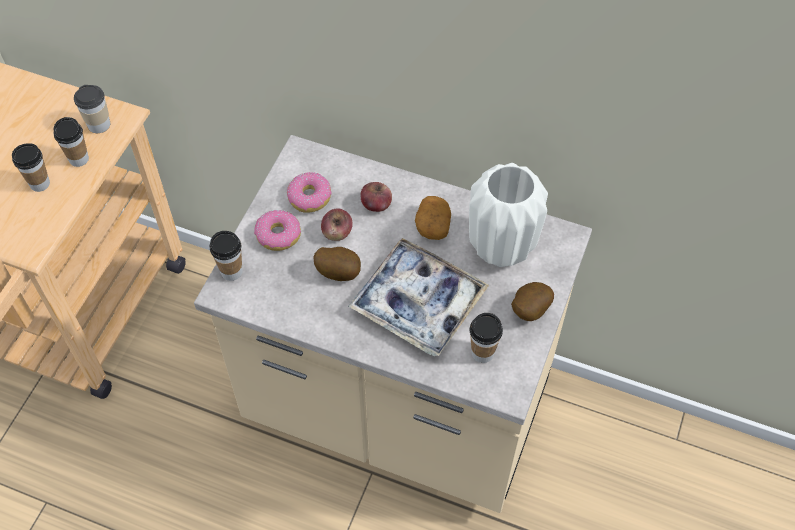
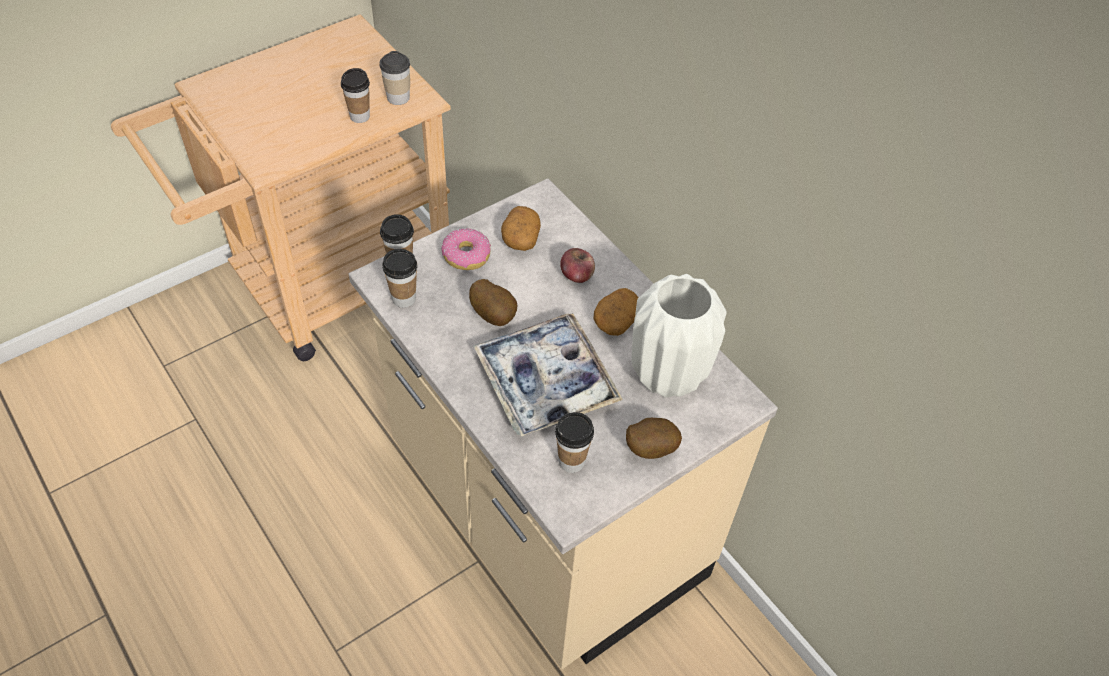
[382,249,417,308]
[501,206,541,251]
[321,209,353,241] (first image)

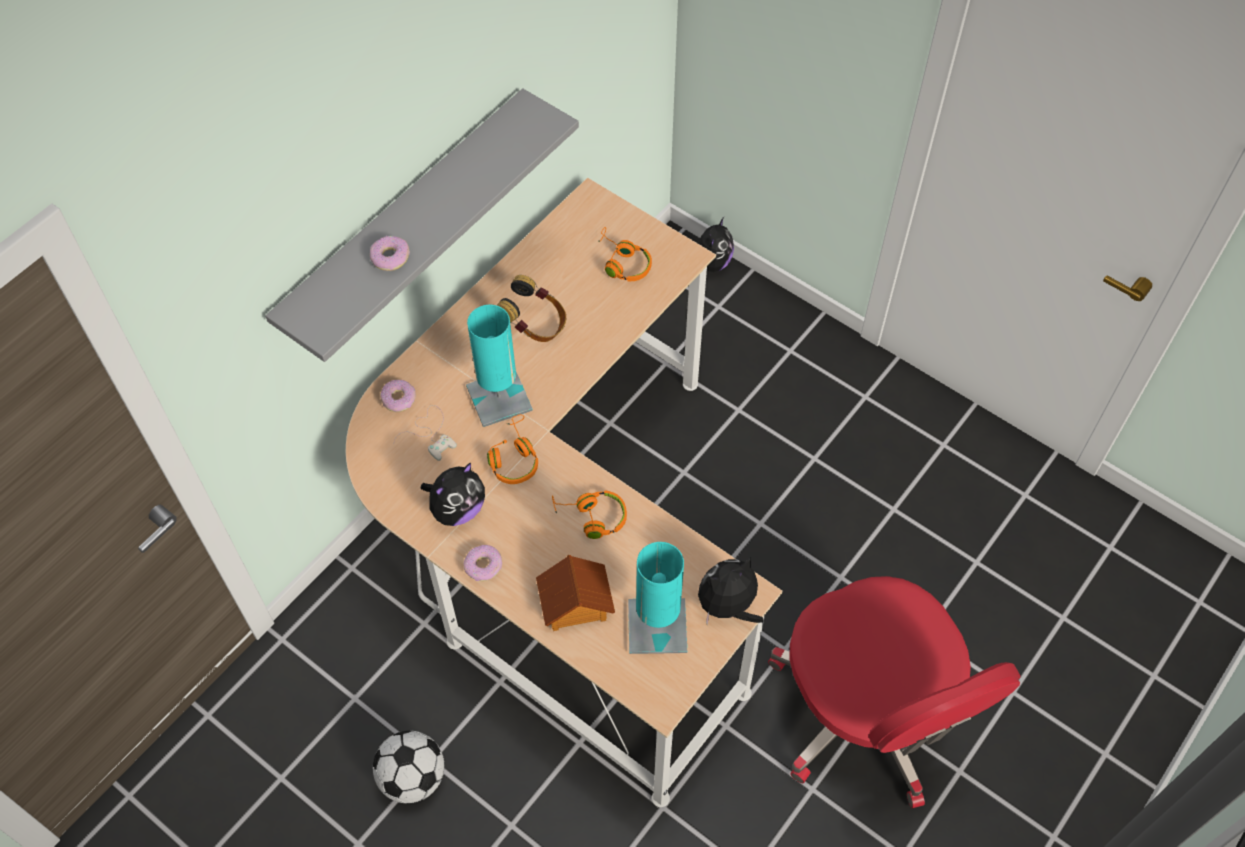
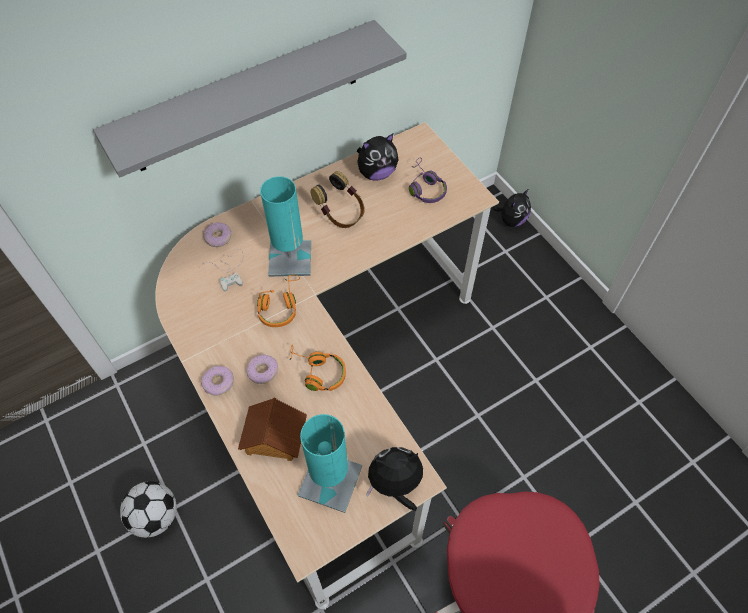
[409,157,447,203]
[246,354,278,384]
[357,134,398,181]

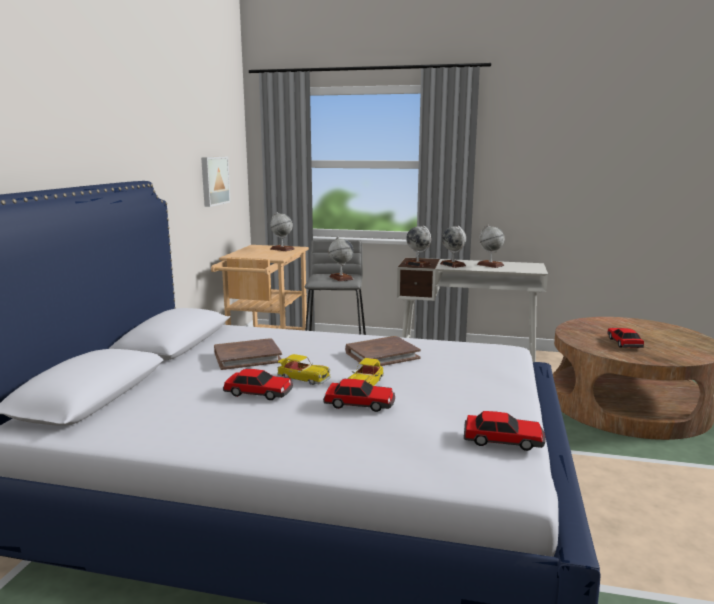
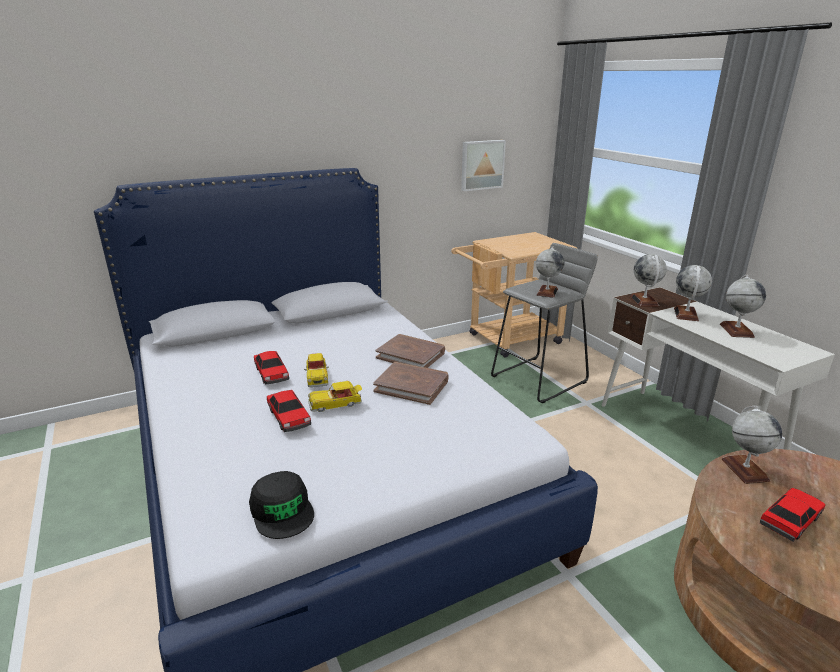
[721,406,782,484]
[375,334,445,368]
[249,471,314,539]

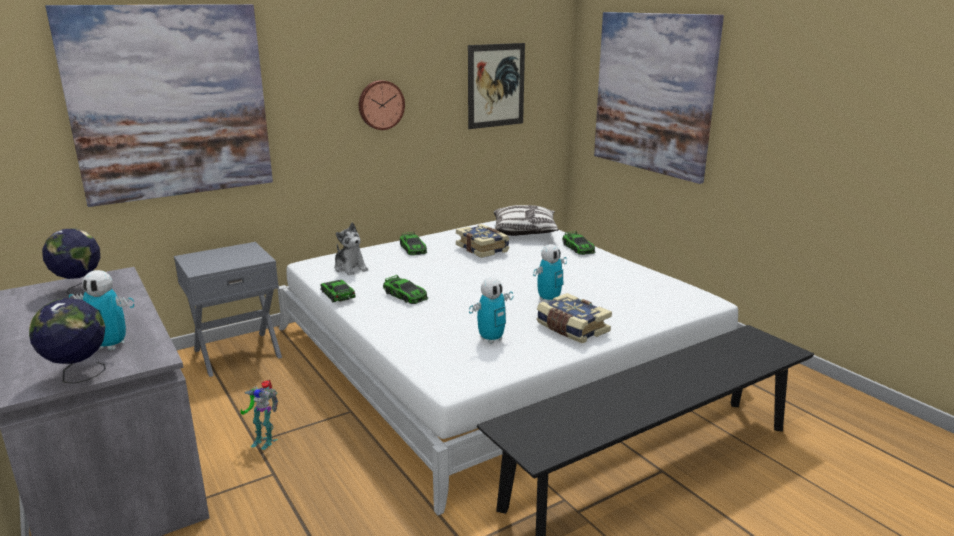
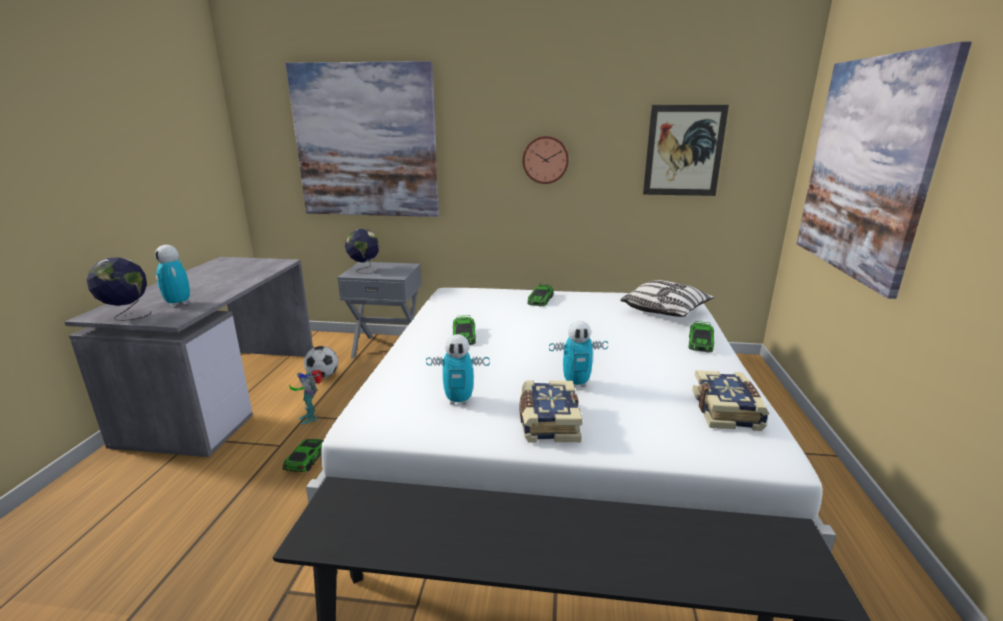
[334,223,368,275] (first image)
[692,370,769,431]
[345,229,379,274]
[282,439,323,472]
[304,346,338,379]

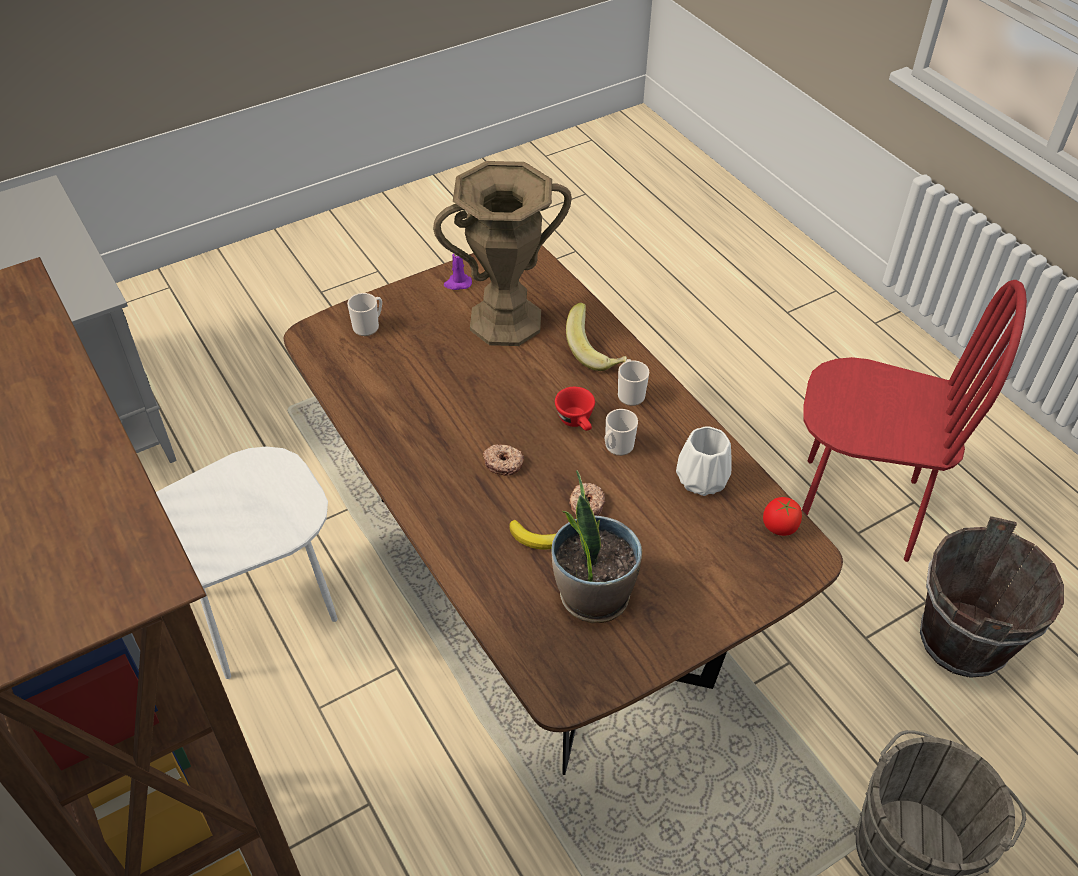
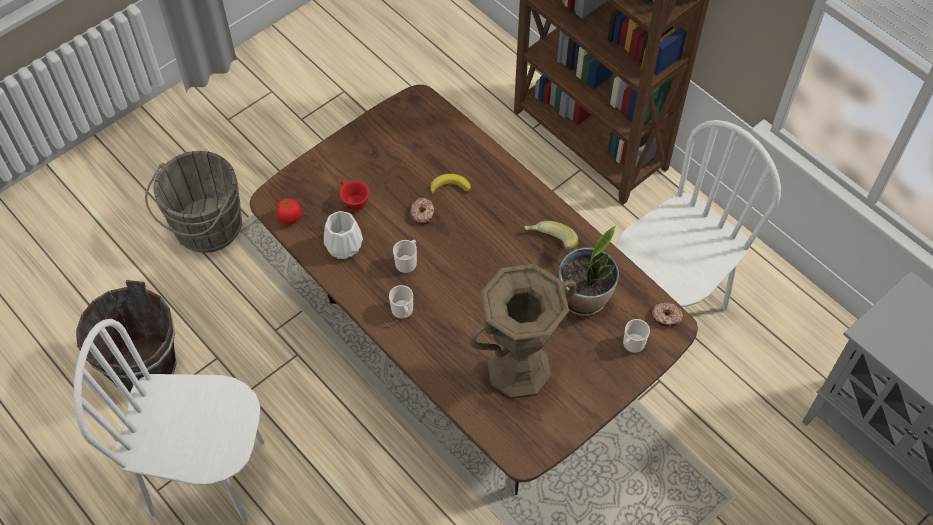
[444,253,472,290] (first image)
[73,319,264,523]
[524,221,578,251]
[339,179,369,211]
[652,302,683,326]
[558,226,619,316]

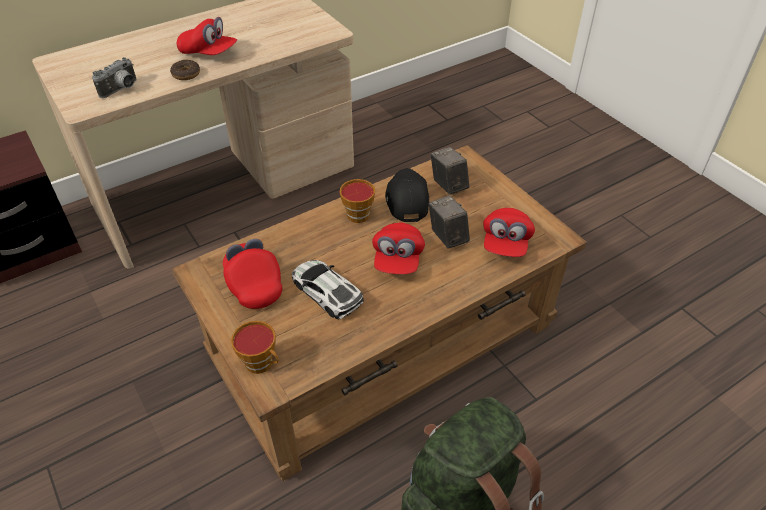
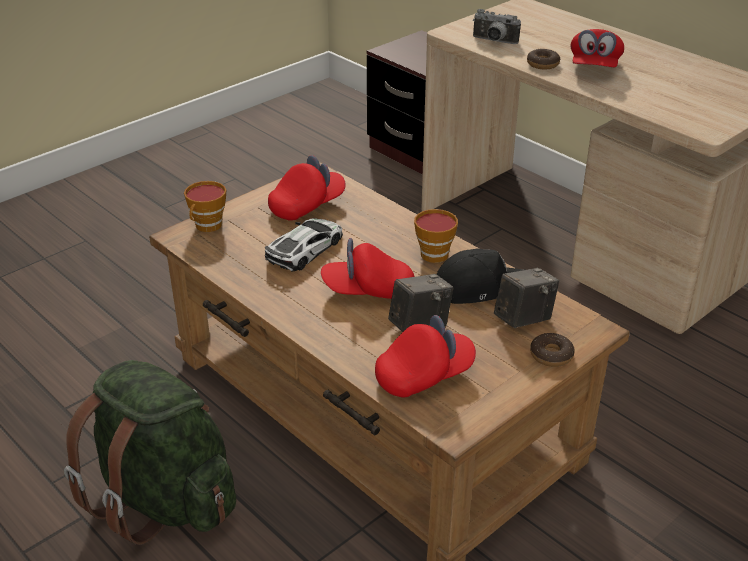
[375,315,476,397]
[530,333,575,367]

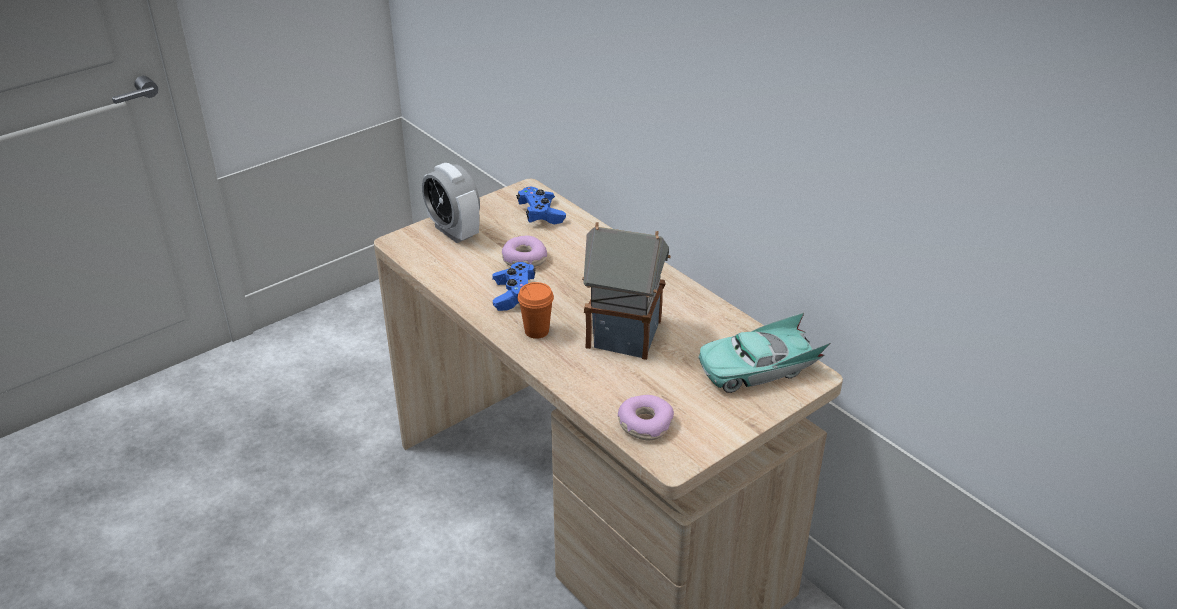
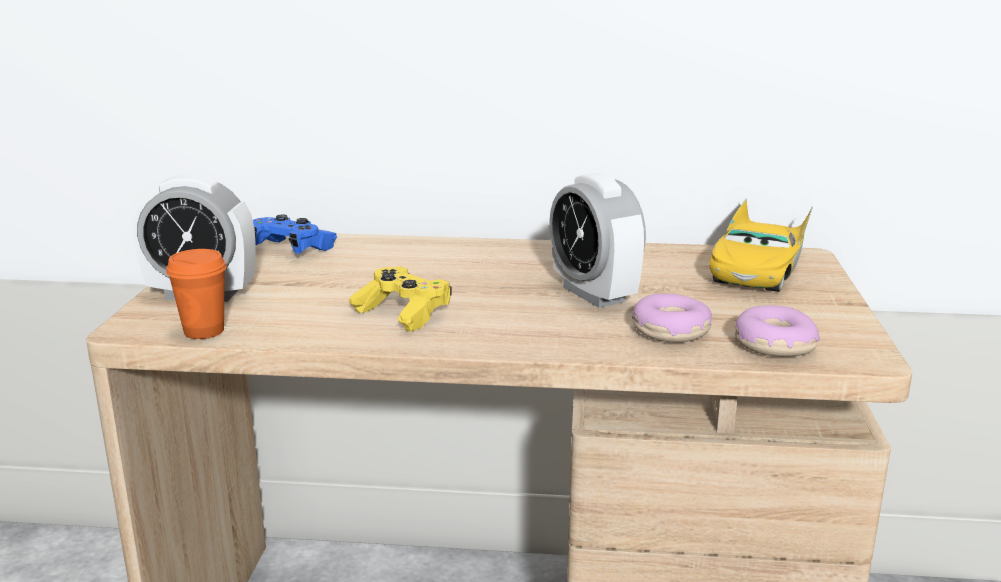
[549,173,646,308]
[632,294,712,342]
[349,266,452,332]
[166,249,227,339]
[709,199,813,292]

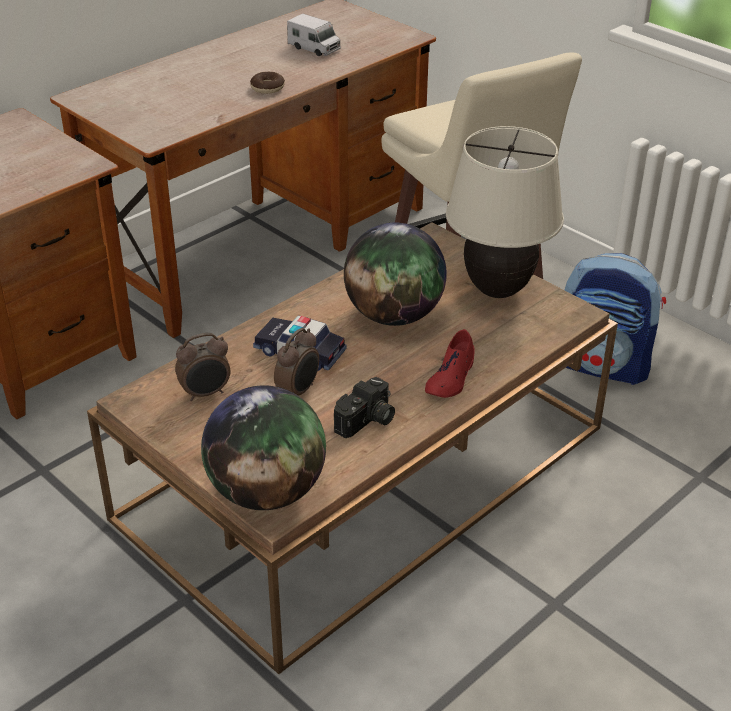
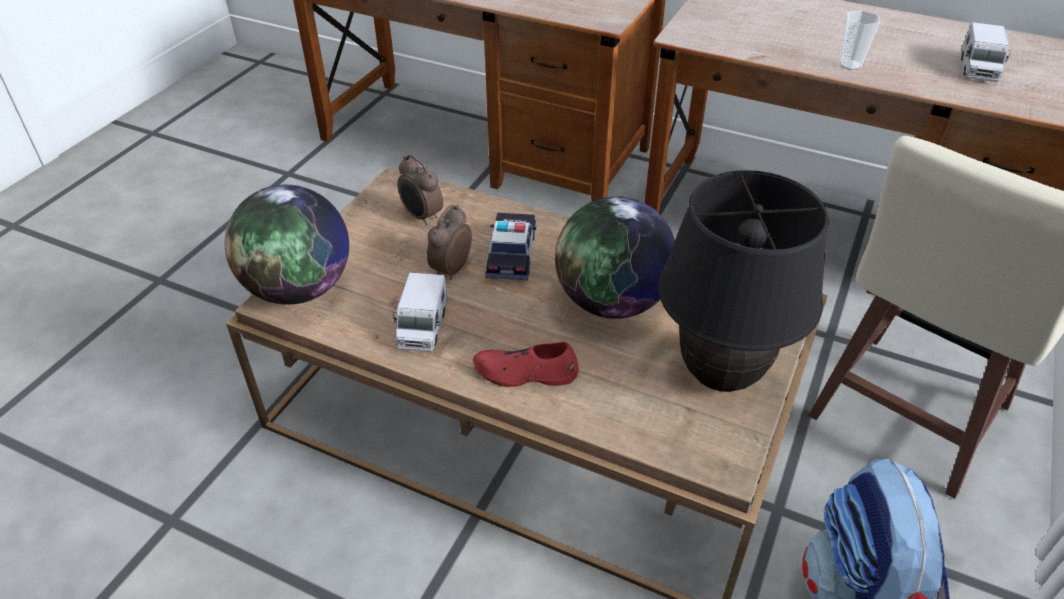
[840,10,880,70]
[658,170,829,392]
[427,205,472,280]
[393,273,448,352]

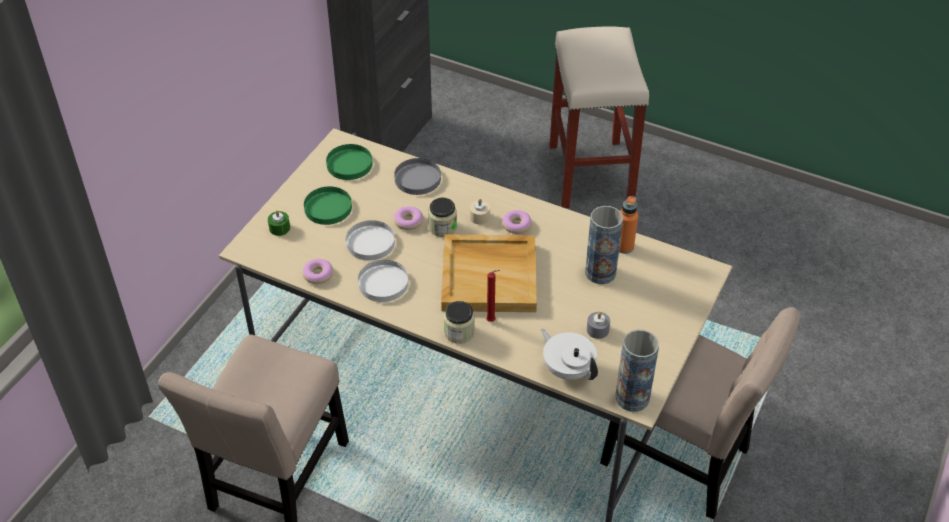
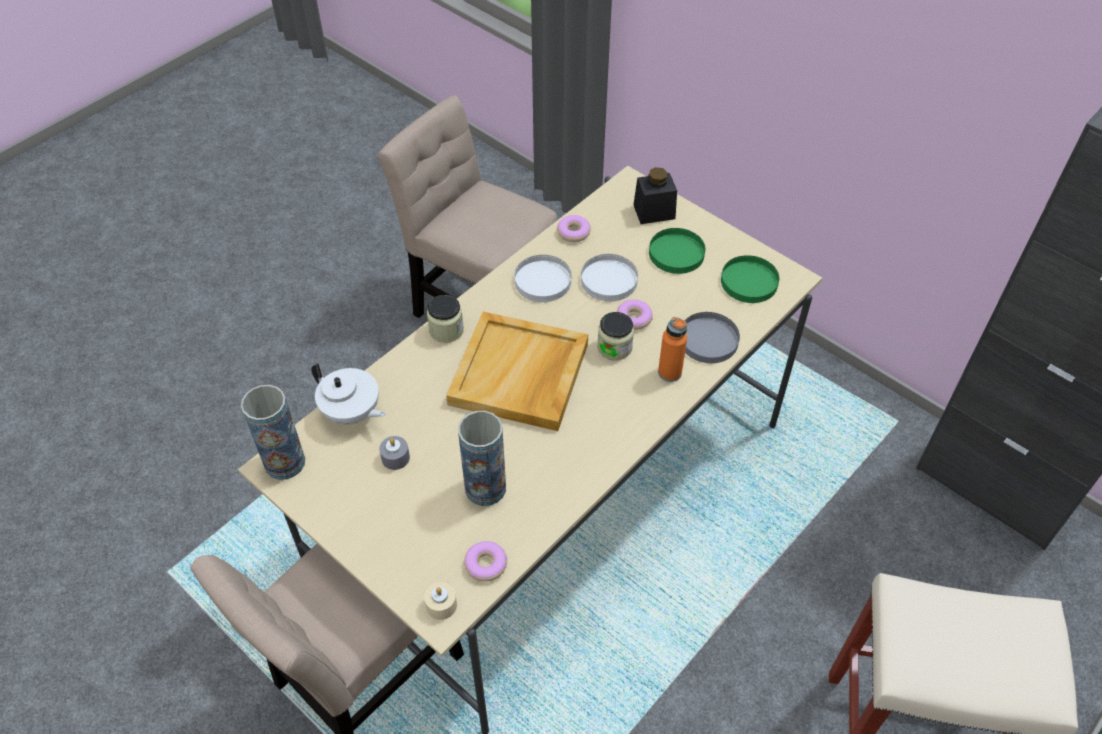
[658,317,687,382]
[424,582,457,620]
[633,167,677,224]
[464,541,507,582]
[486,270,500,322] (first image)
[311,363,386,425]

